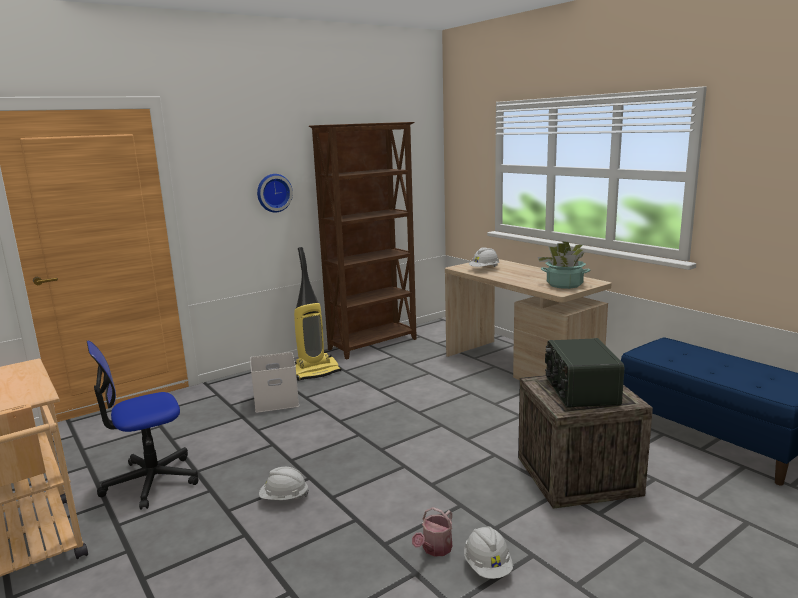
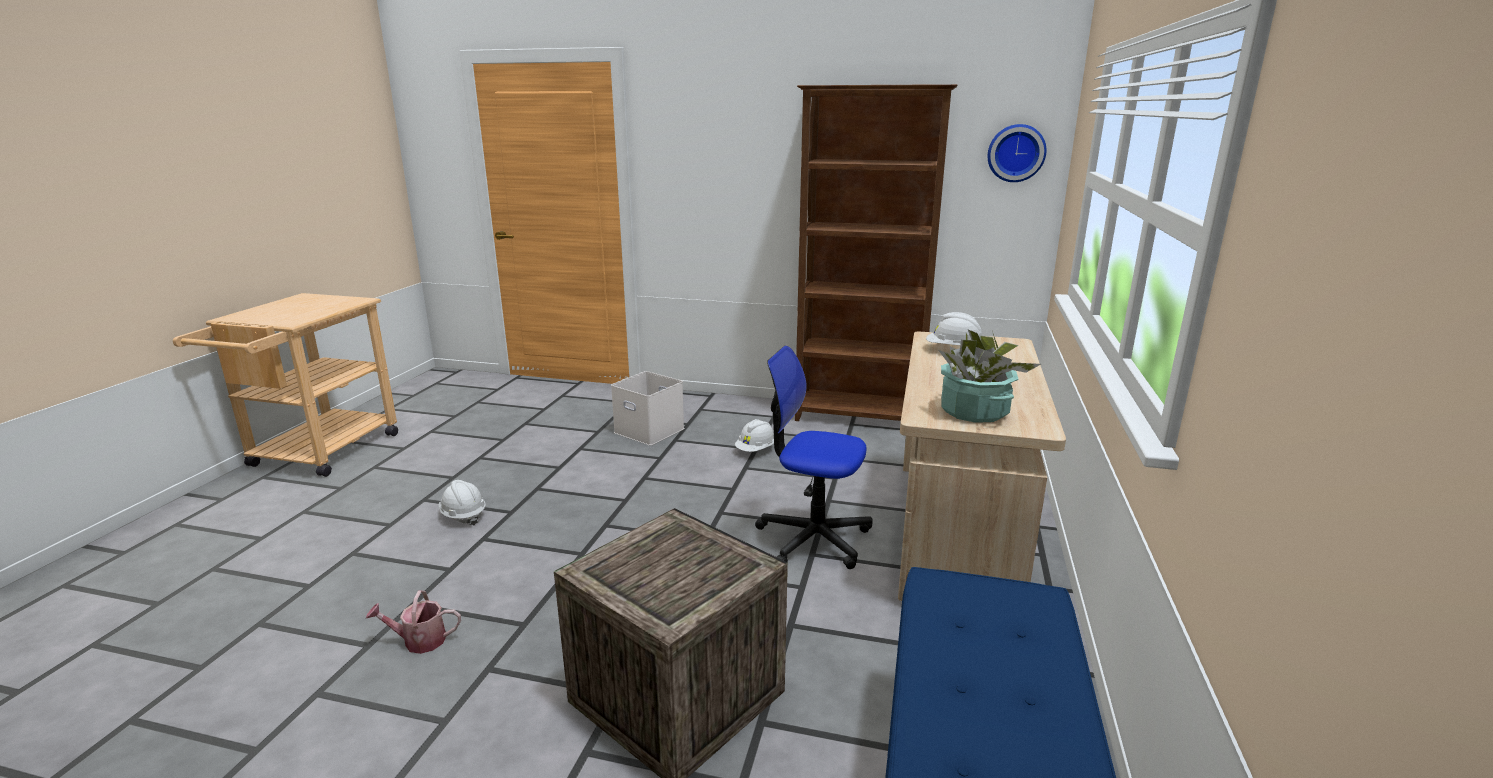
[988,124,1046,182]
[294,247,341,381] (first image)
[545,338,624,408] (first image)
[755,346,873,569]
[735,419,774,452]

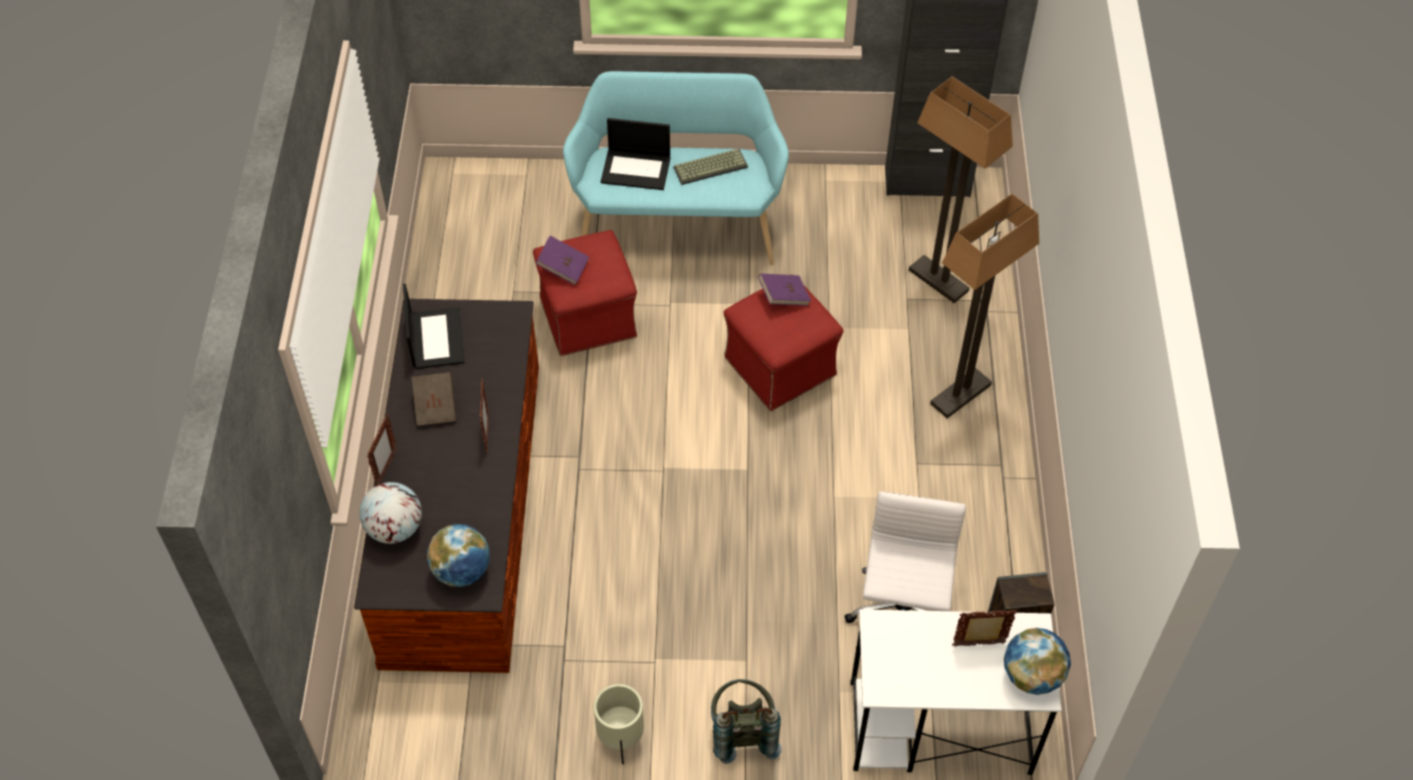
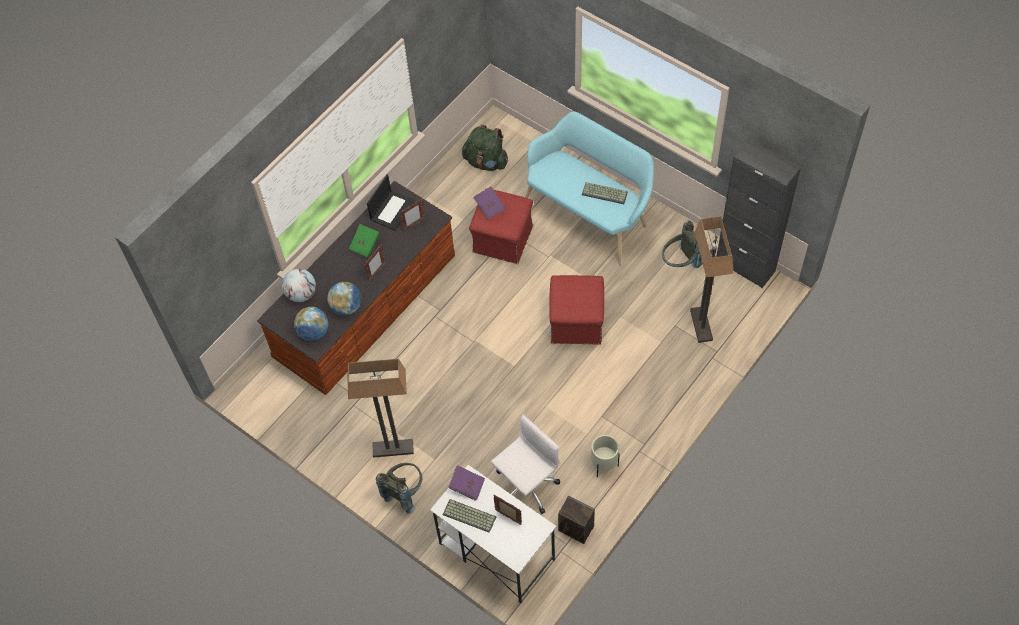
[601,118,670,190] (first image)
[347,359,414,458]
[448,465,485,501]
[349,224,380,258]
[399,199,425,232]
[327,282,361,316]
[591,435,620,478]
[462,125,508,171]
[662,221,703,268]
[442,499,496,533]

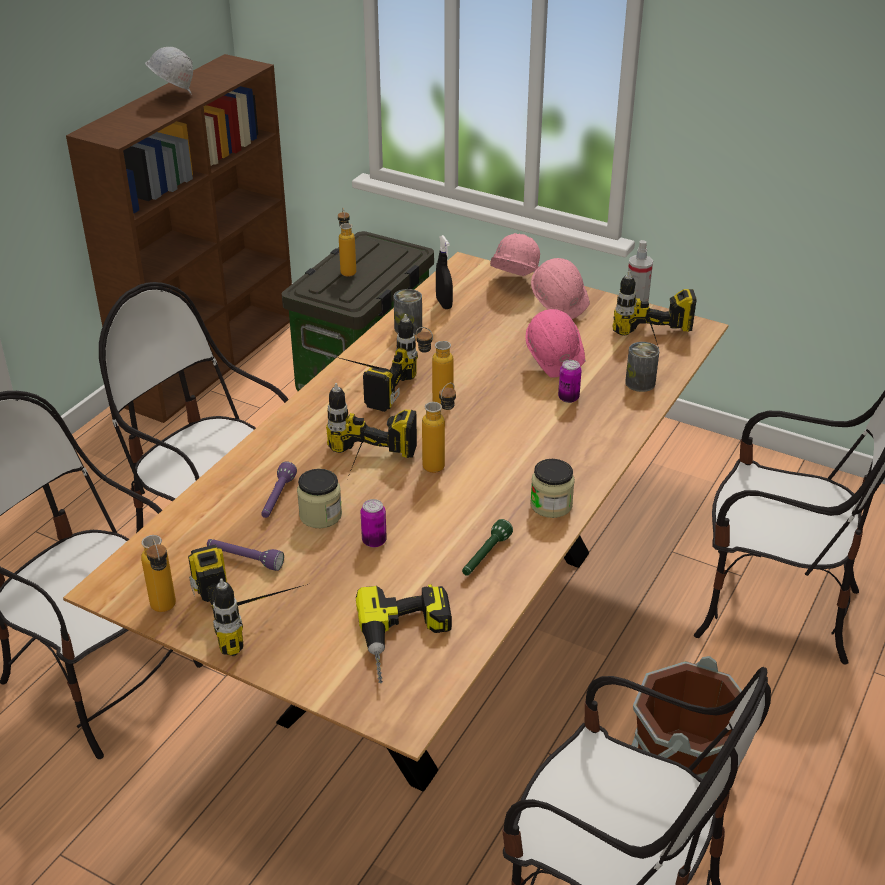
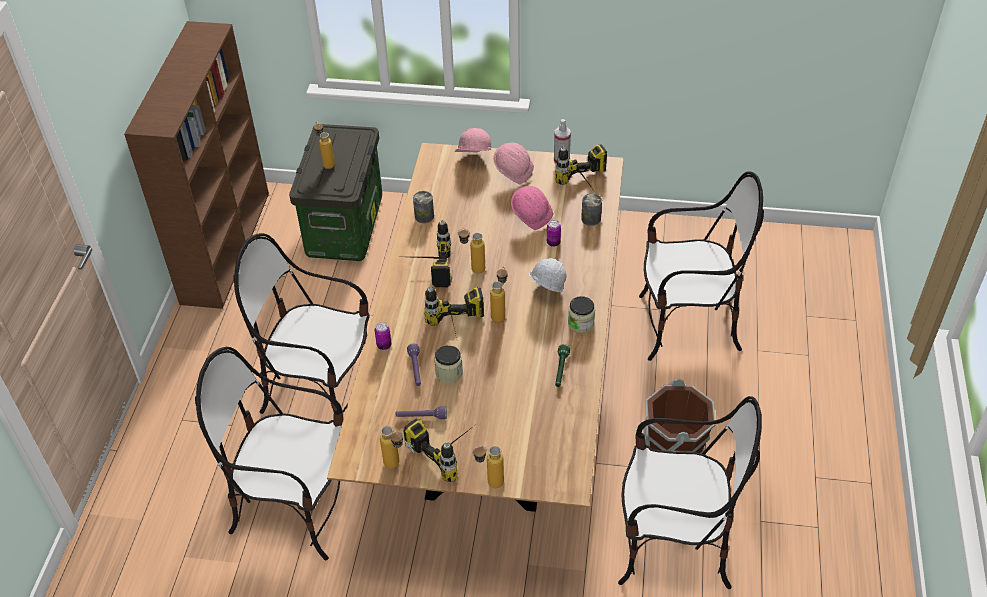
[529,258,567,292]
[436,235,453,309] (first image)
[374,322,392,350]
[356,584,452,683] (first image)
[472,446,504,488]

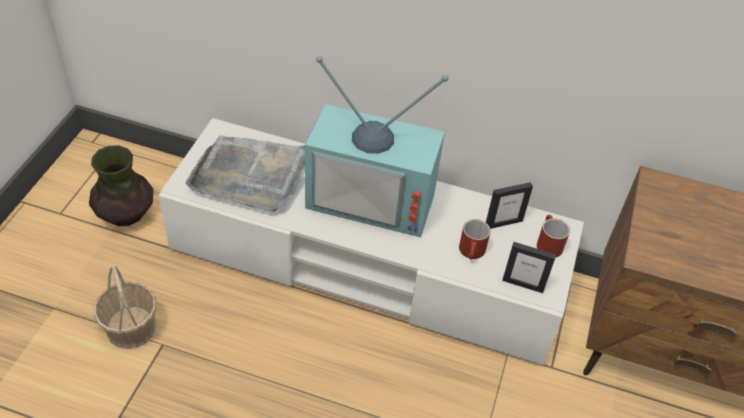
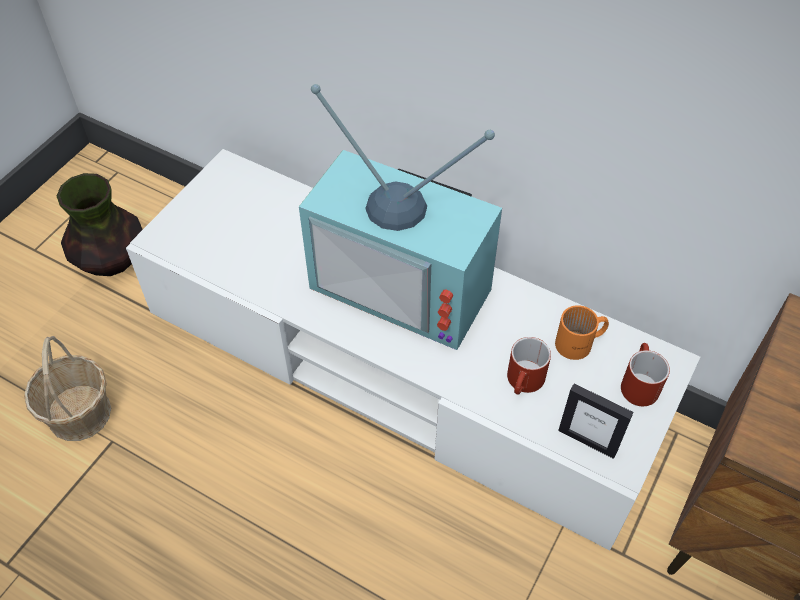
[186,135,305,212] (first image)
[555,305,609,360]

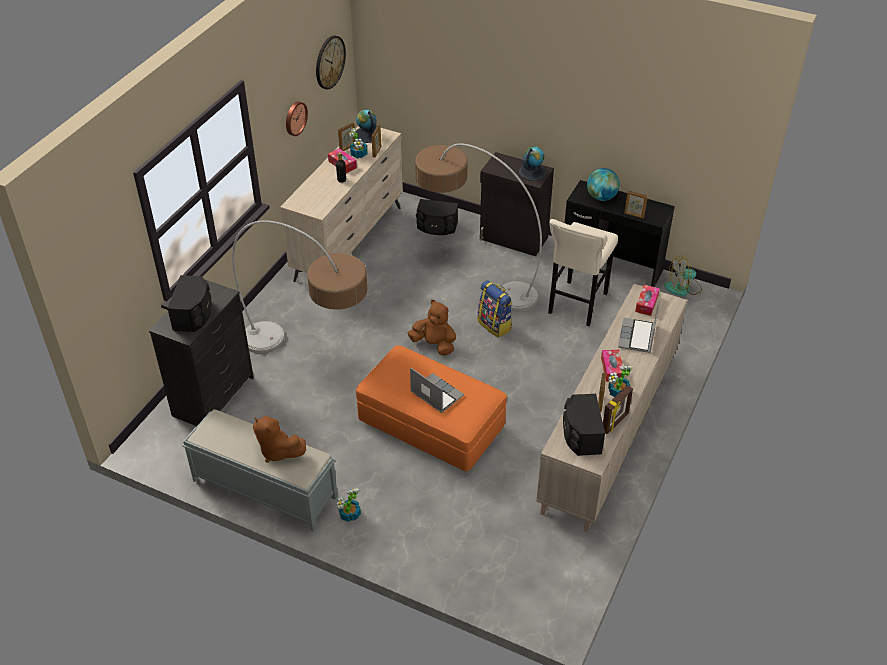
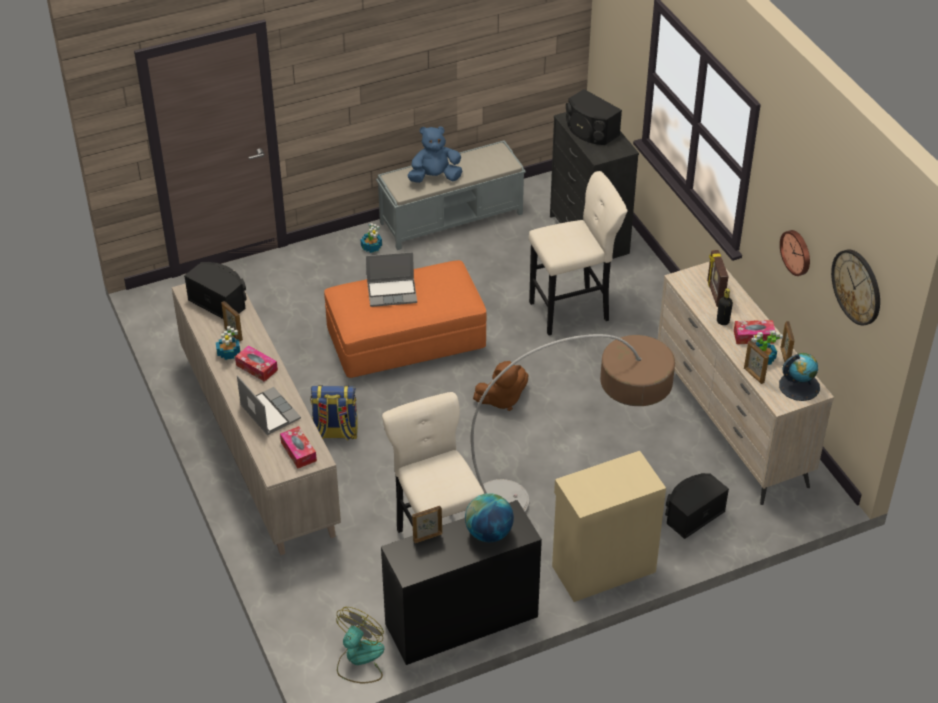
[519,146,547,181] (first image)
[552,451,666,602]
[529,171,628,336]
[310,385,358,441]
[707,250,728,307]
[407,126,462,183]

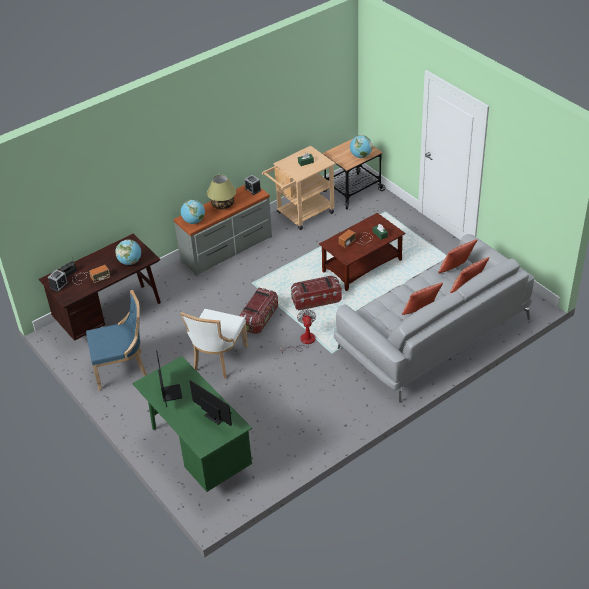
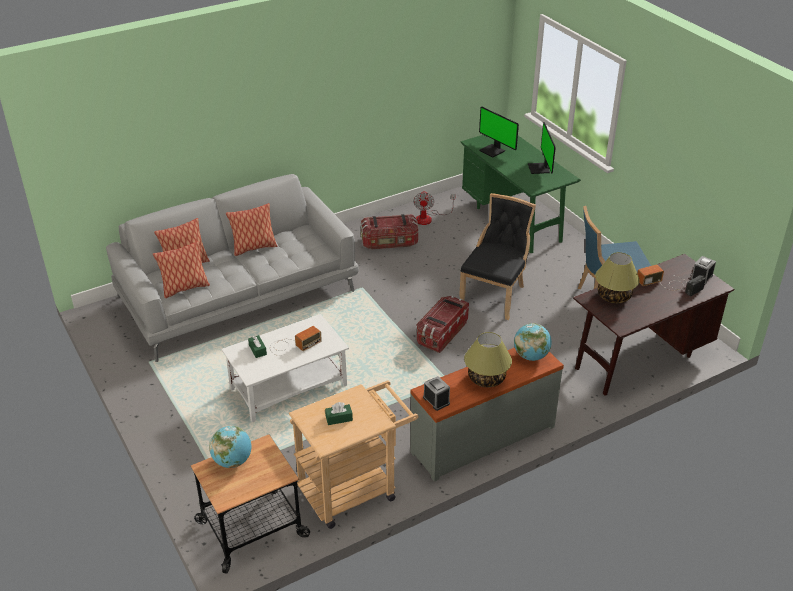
[221,314,349,422]
[595,252,640,303]
[361,214,419,249]
[459,193,536,320]
[413,191,456,225]

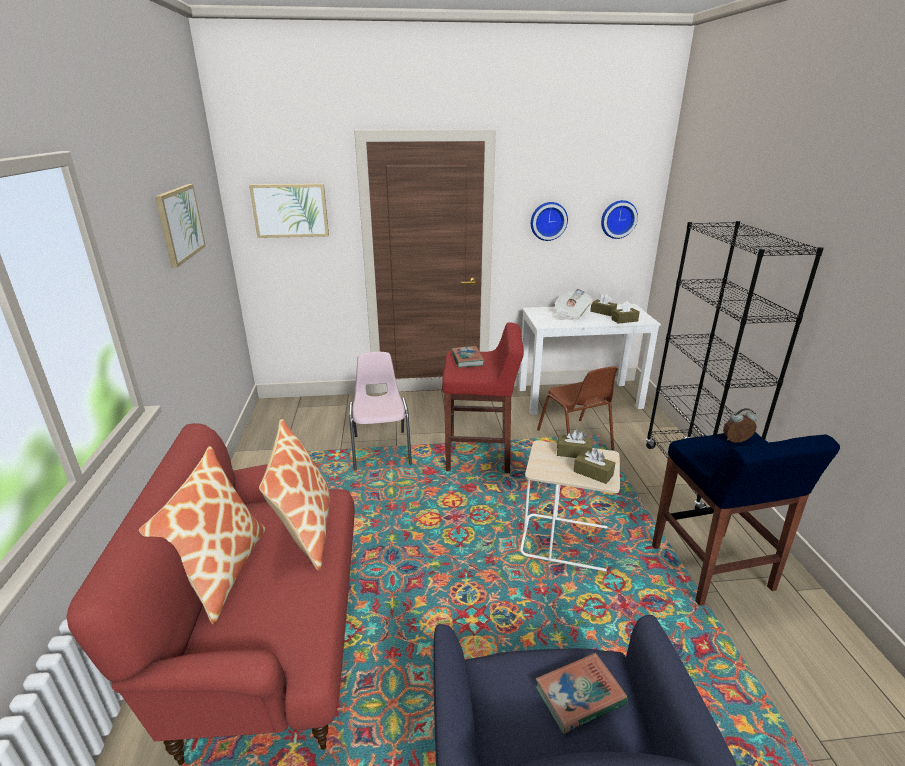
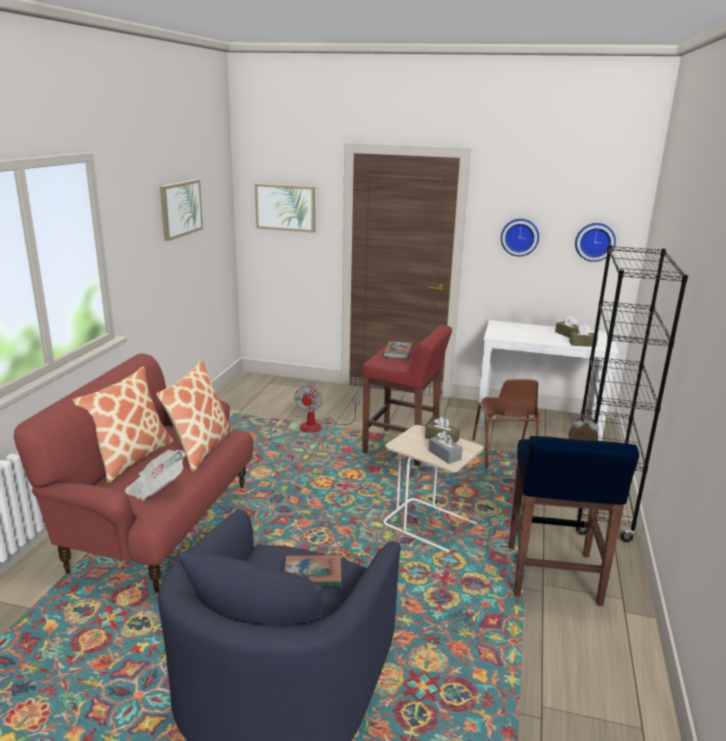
[125,450,186,501]
[294,386,359,433]
[429,431,463,464]

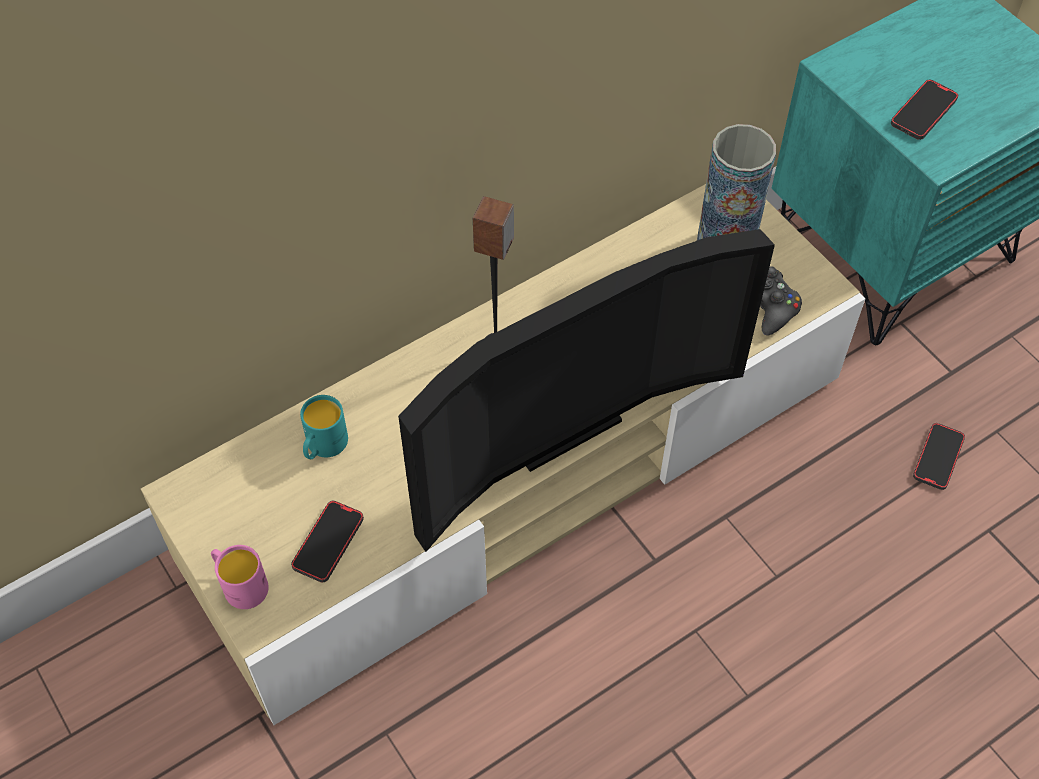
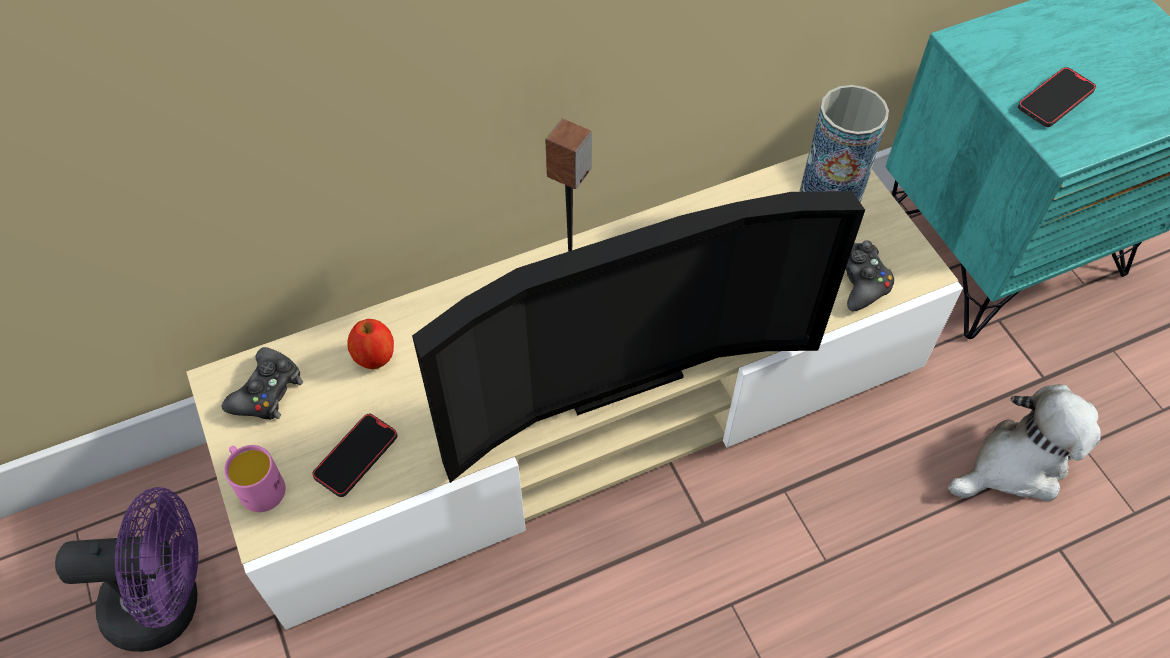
[347,319,394,370]
[948,384,1101,501]
[222,347,303,420]
[55,487,198,652]

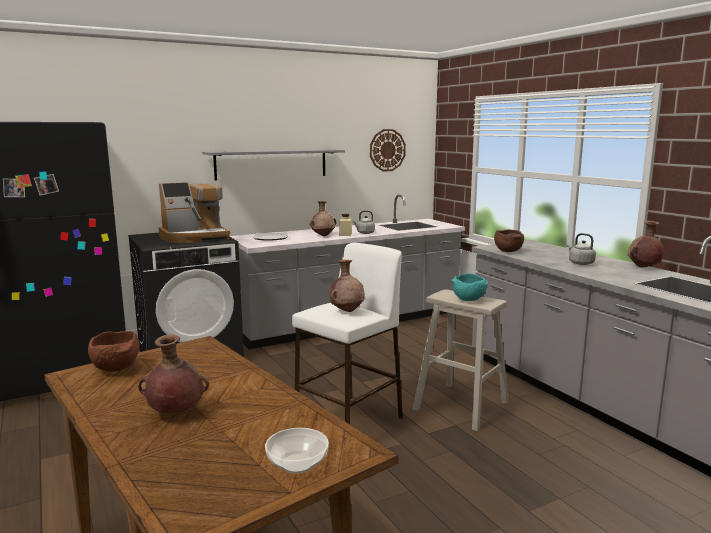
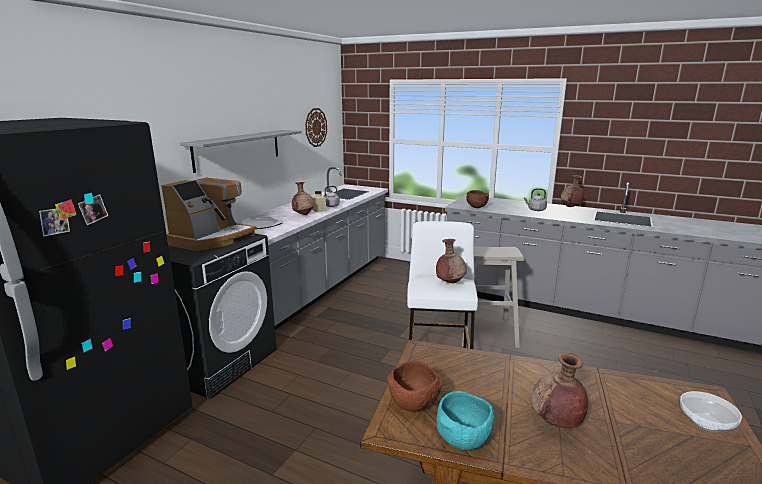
[436,391,495,450]

